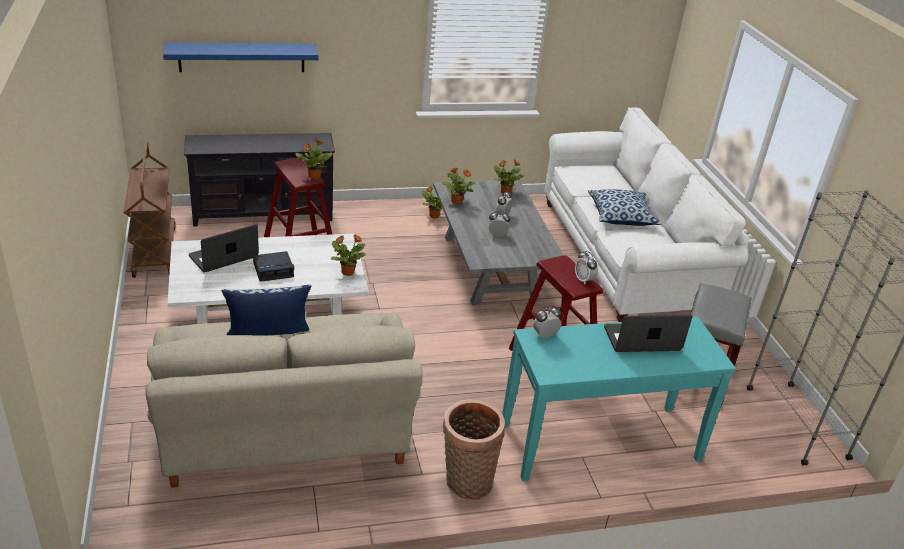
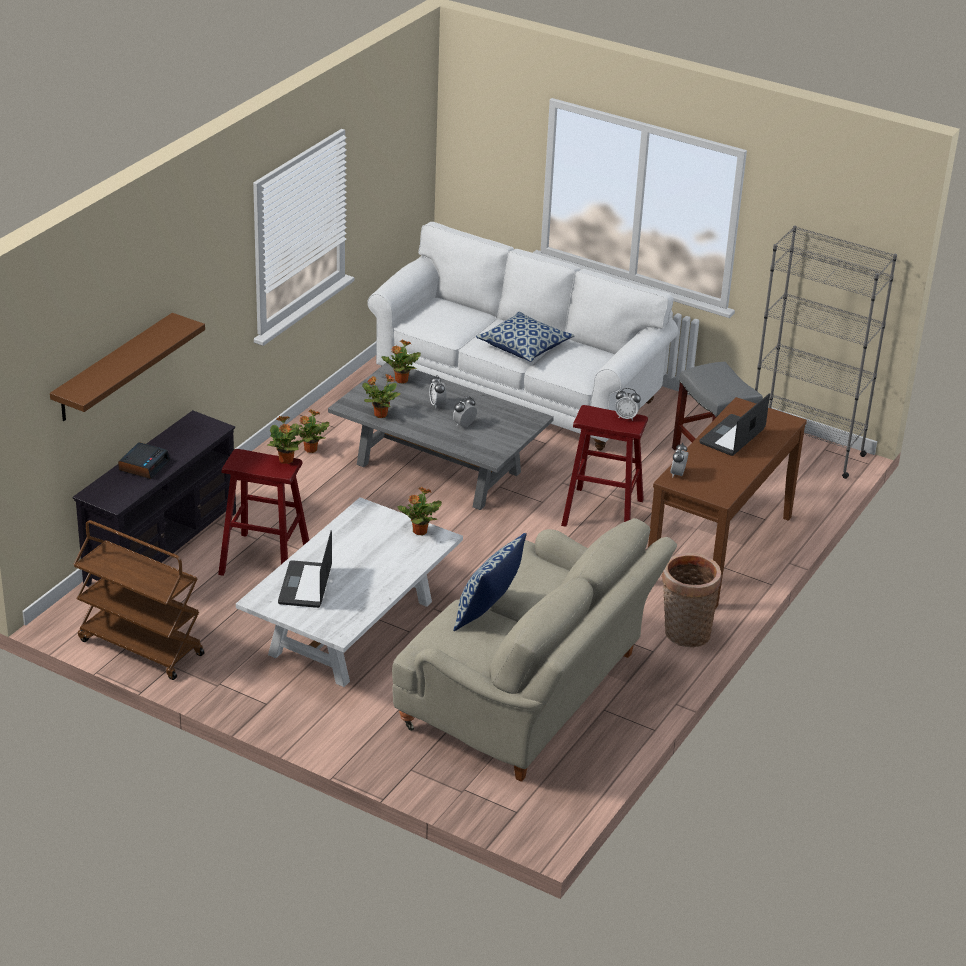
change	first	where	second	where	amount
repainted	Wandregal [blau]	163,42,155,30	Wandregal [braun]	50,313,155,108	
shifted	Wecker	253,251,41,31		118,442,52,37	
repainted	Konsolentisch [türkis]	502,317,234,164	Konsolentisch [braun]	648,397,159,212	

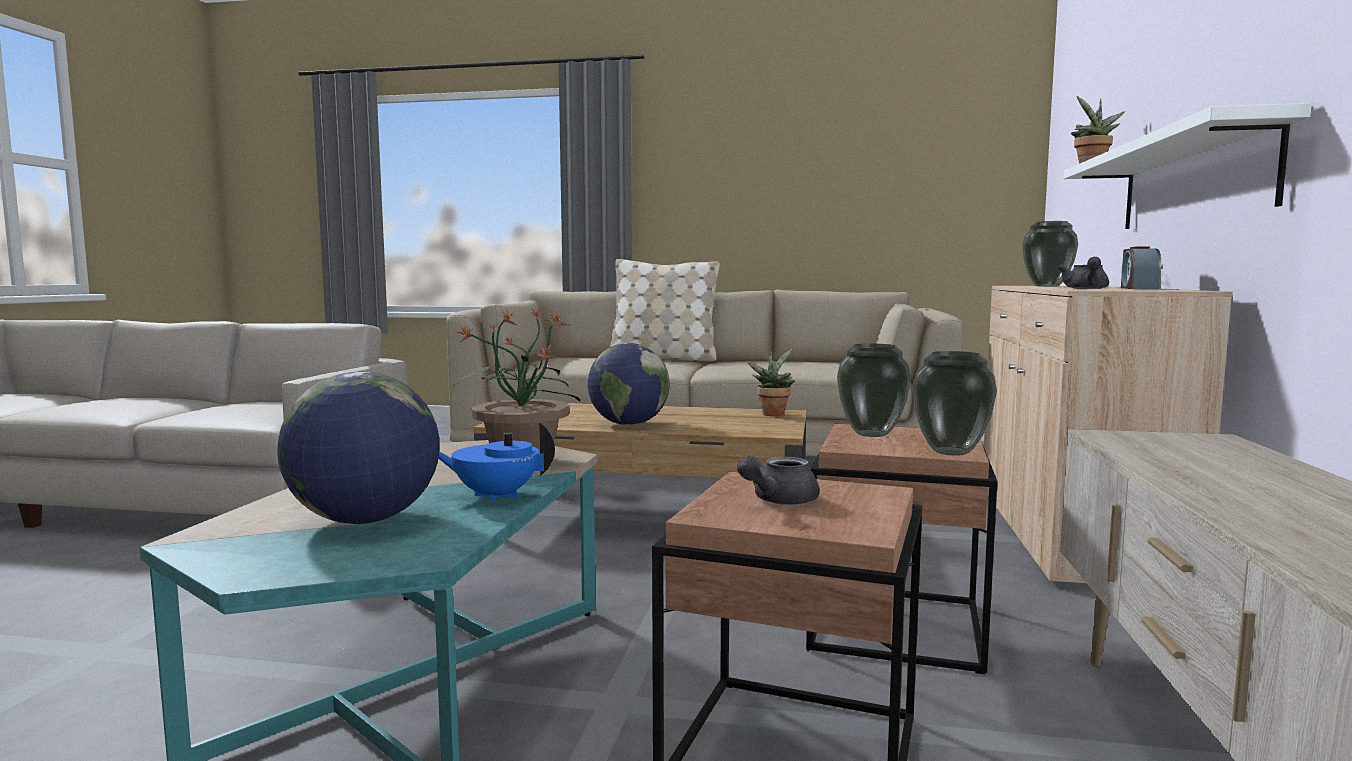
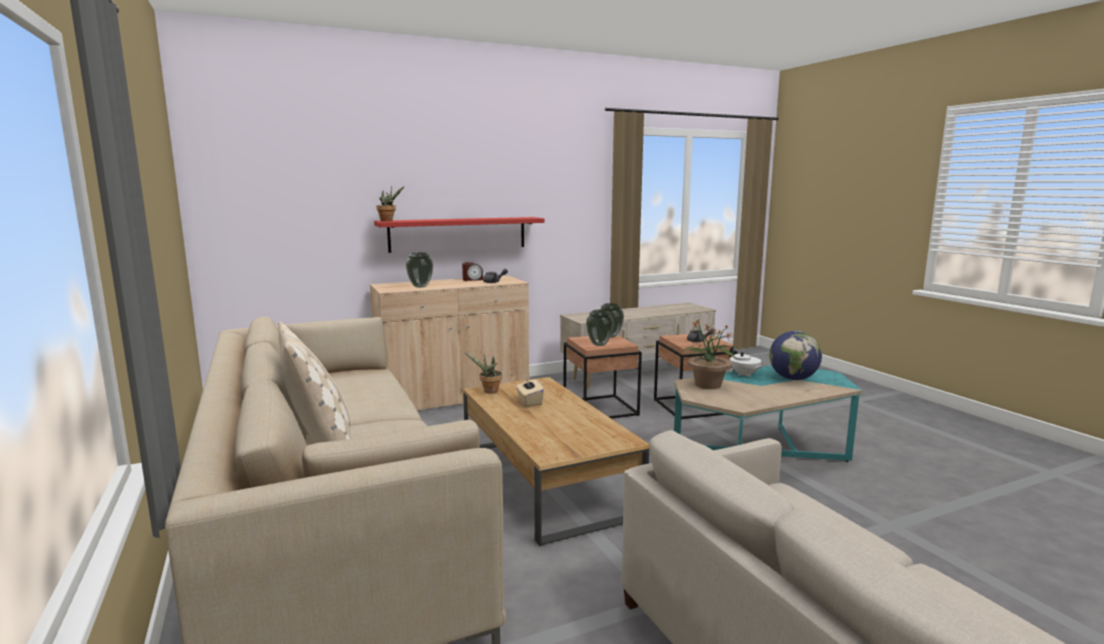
change	first	where	second	where	amount
repainted	Wandregal [weiß]	1063,103,249,126	Wandregal [rot]	374,217,171,36	
gone	Globus	588,343,82,82			
repainted	Teekanne [blau]	438,423,117,79	Teekanne [weiß]	729,346,36,31	
new			Taschentuchbox [beige]	516,378,28,29	

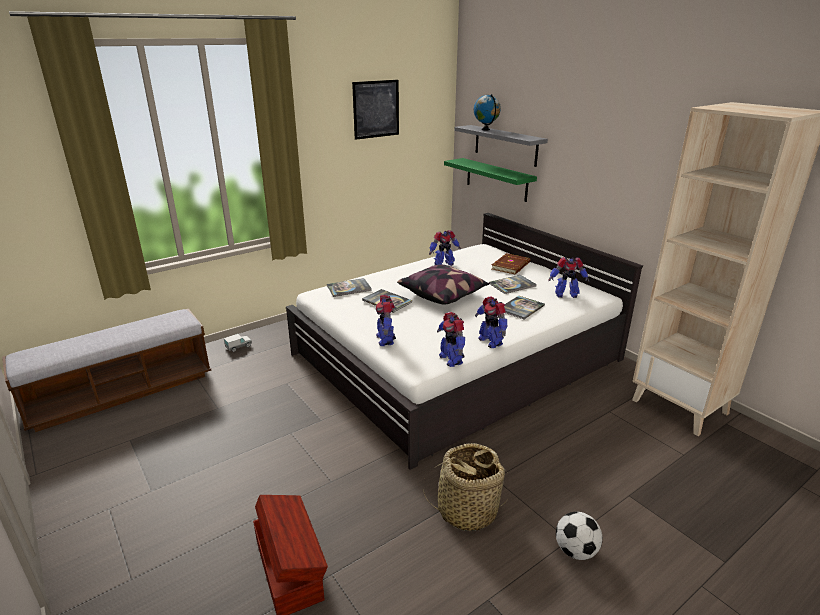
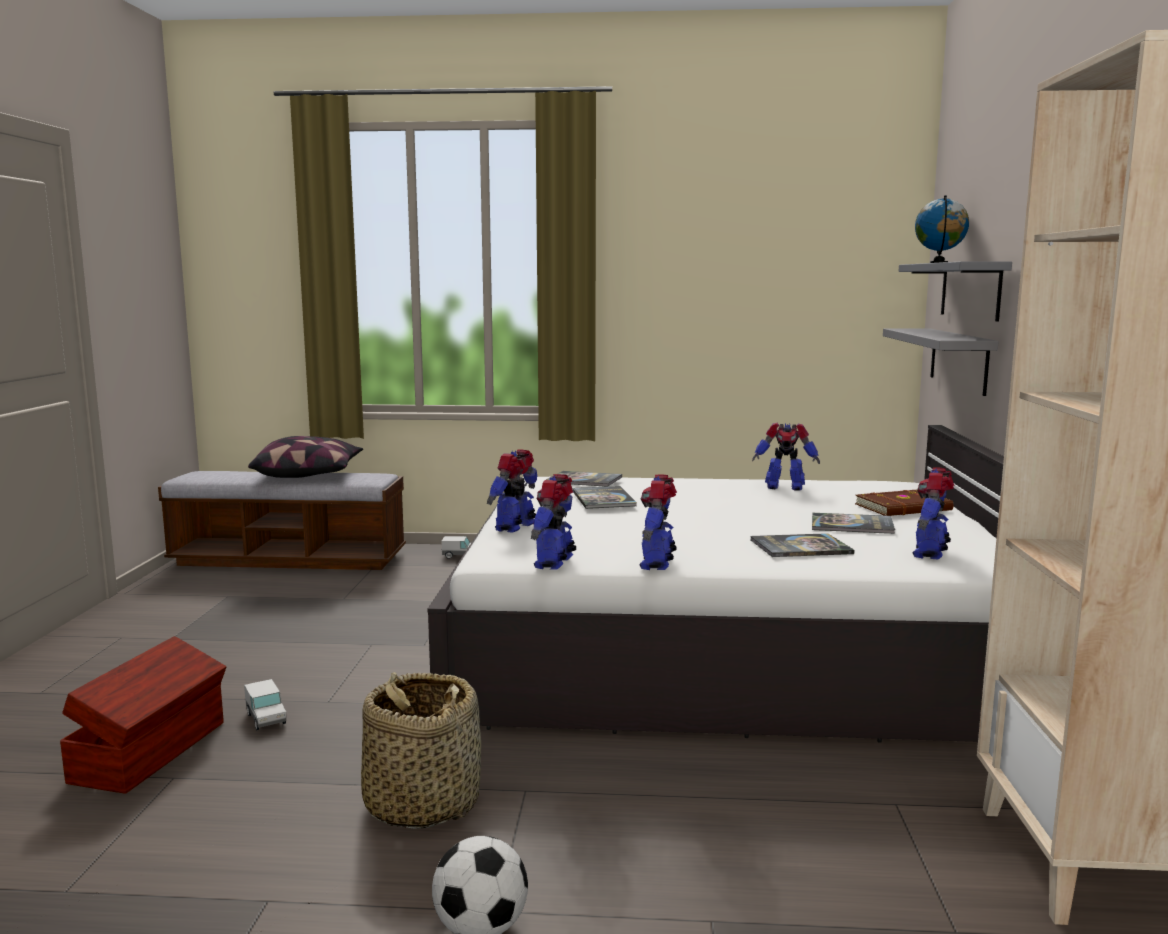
change	first	where	second	where	amount
gone	Bild	352,80,47,60			
repainted	Wandregal [grün]	444,158,93,44	Wandregal [grau]	883,328,116,68	
rotated	Spielzeugroboter	548,257,41,41		912,468,43,91	75 degrees clockwise
shifted	Kissen	397,264,93,41		248,436,115,42	
new			Spielzeuglaster	244,679,42,51	

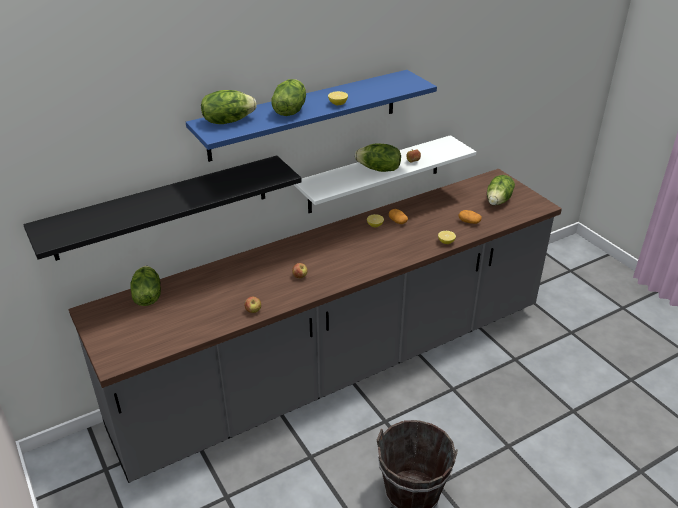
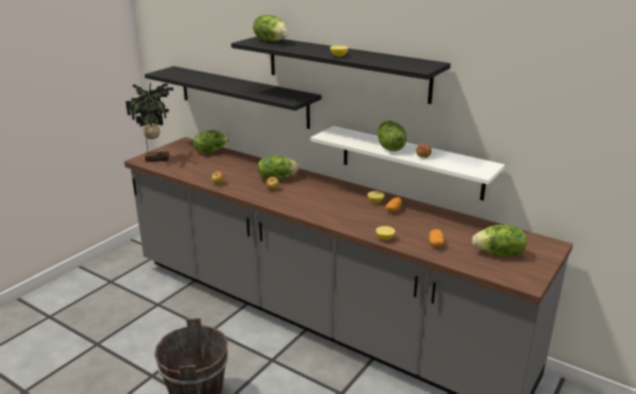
change	first	where	second	where	amount
repainted	Wandregal [blau]	186,70,251,92	Wandregal [schwarz]	231,37,220,67	
shifted	Salatkopf	271,79,35,37		258,156,41,24	
new			Topfpflanze	126,83,48,79	

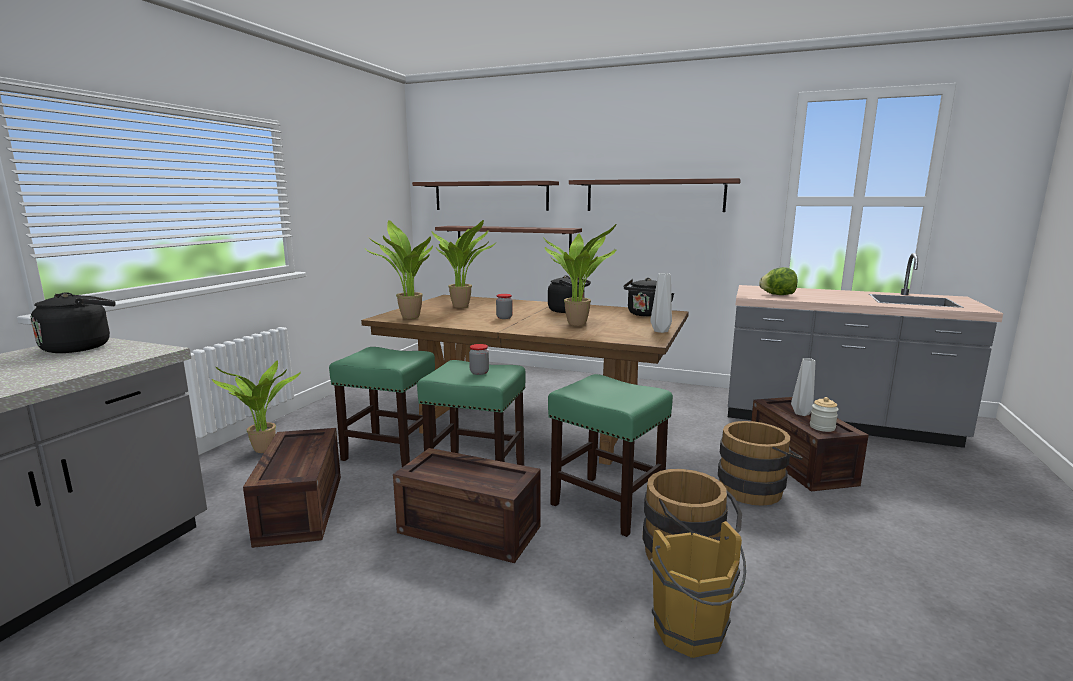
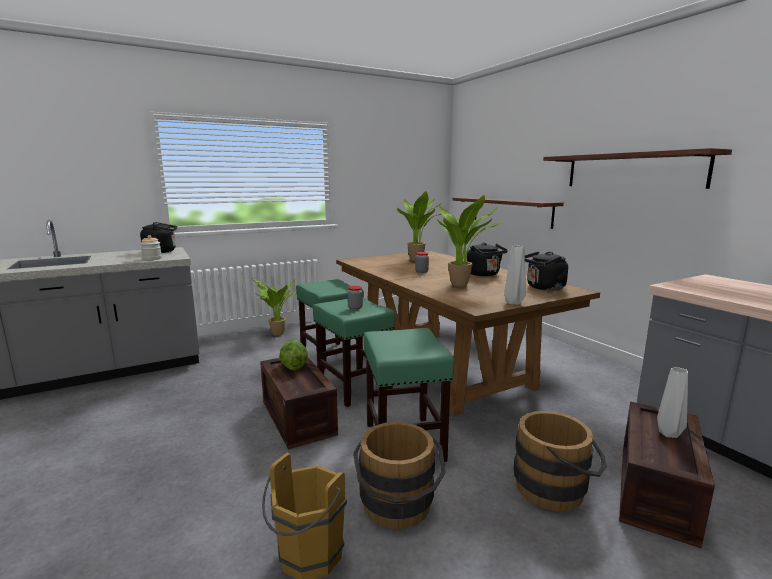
change	first	where	second	where	amount
gone	Wandregal	412,181,147,30			
gone	Topfpflanze	366,220,67,99			
shifted	Salatkopf	759,267,38,28		279,340,29,30	
shifted	Vorratsglas	810,397,29,35		140,235,22,25	
gone	Kiste	243,428,98,120			

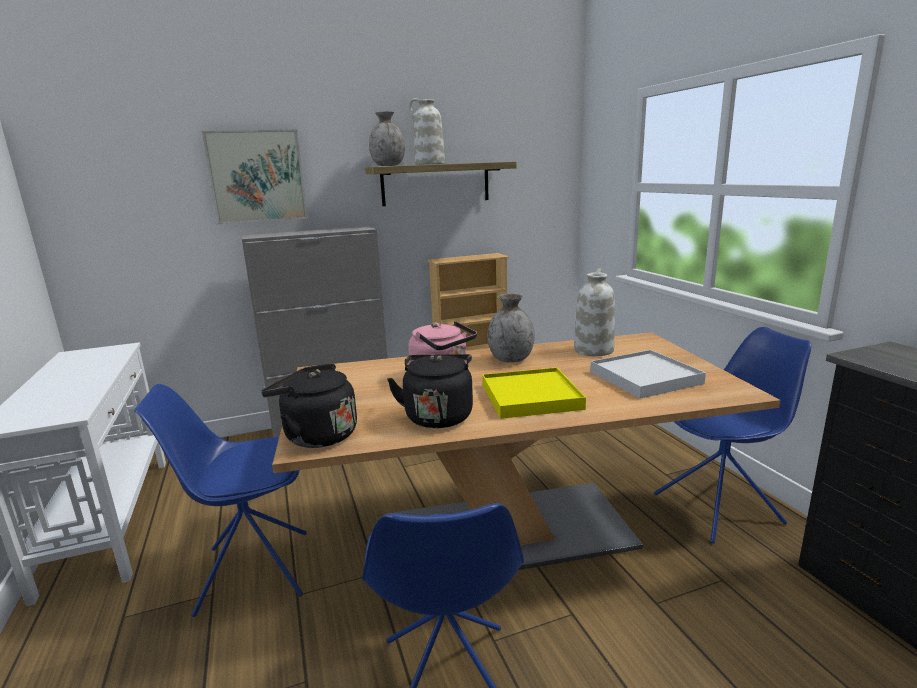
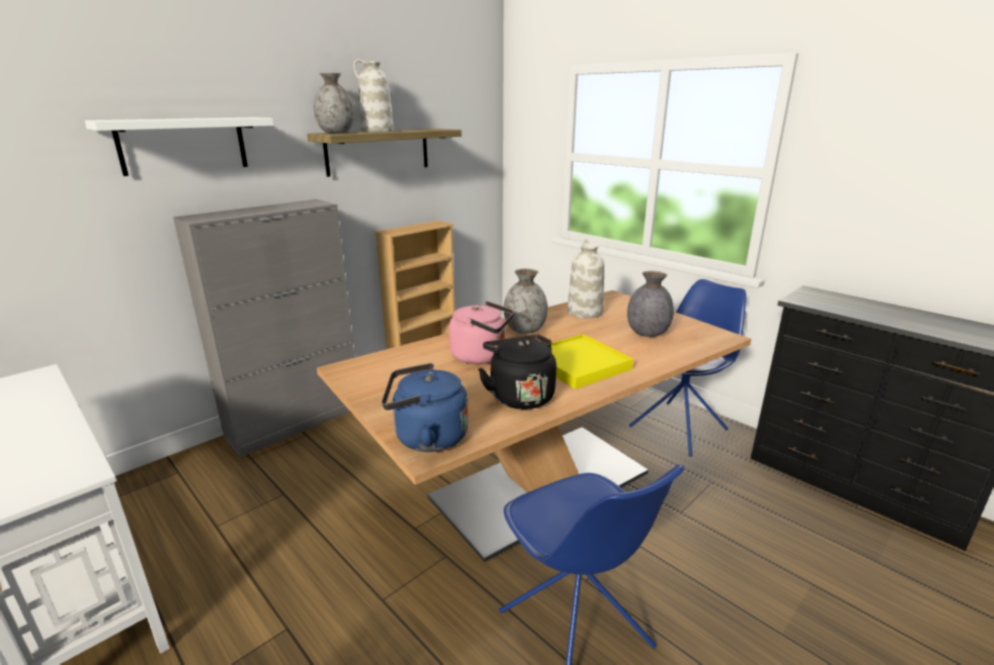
change	first	where	second	where	amount
swapped	Bild	202,130,106,94	Wandregal [weiß]	85,117,189,59	
swapped	Tablett [weiß]	590,350,116,49	Vase [grau]	627,271,47,66	
repainted	Wasserkessel [schwarz]	261,364,96,84	Wasserkessel [blau]	382,363,86,89	
gone	Stuhl [blau]	134,384,173,233			

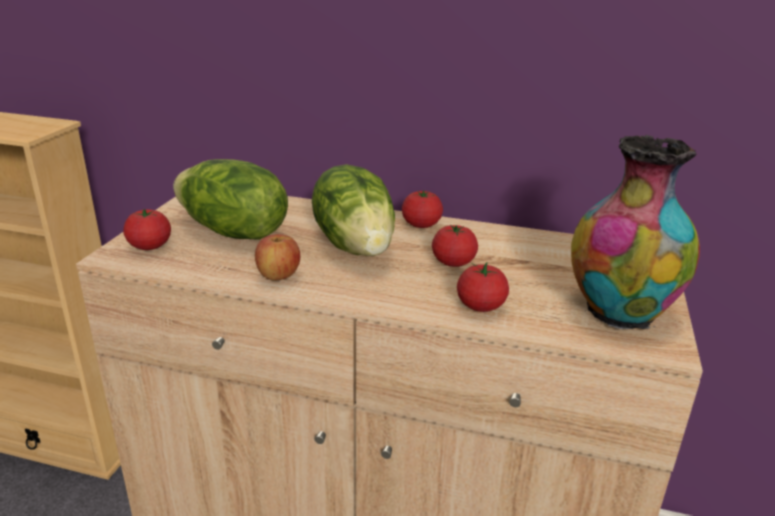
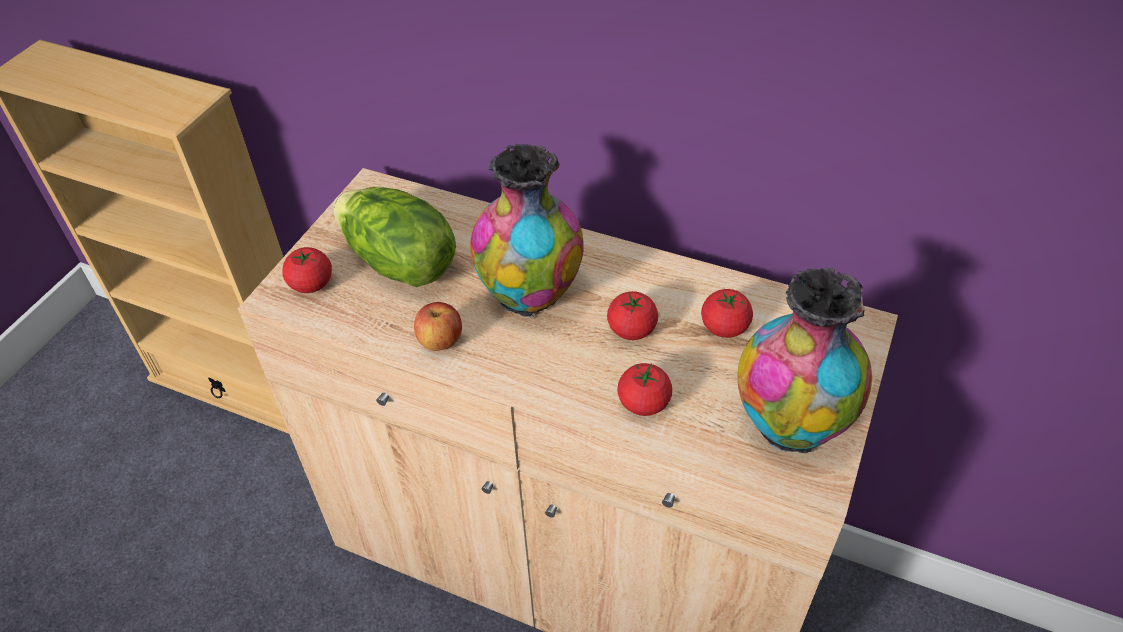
change	first	where	second	where	amount
swapped	Salatkopf	312,164,83,92	Vase	470,144,114,173	
shifted	Tomate	402,190,41,38		701,289,52,49	

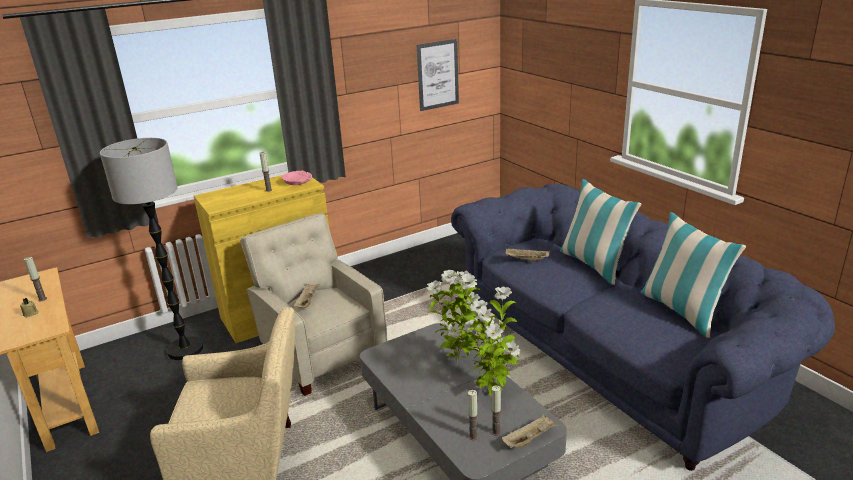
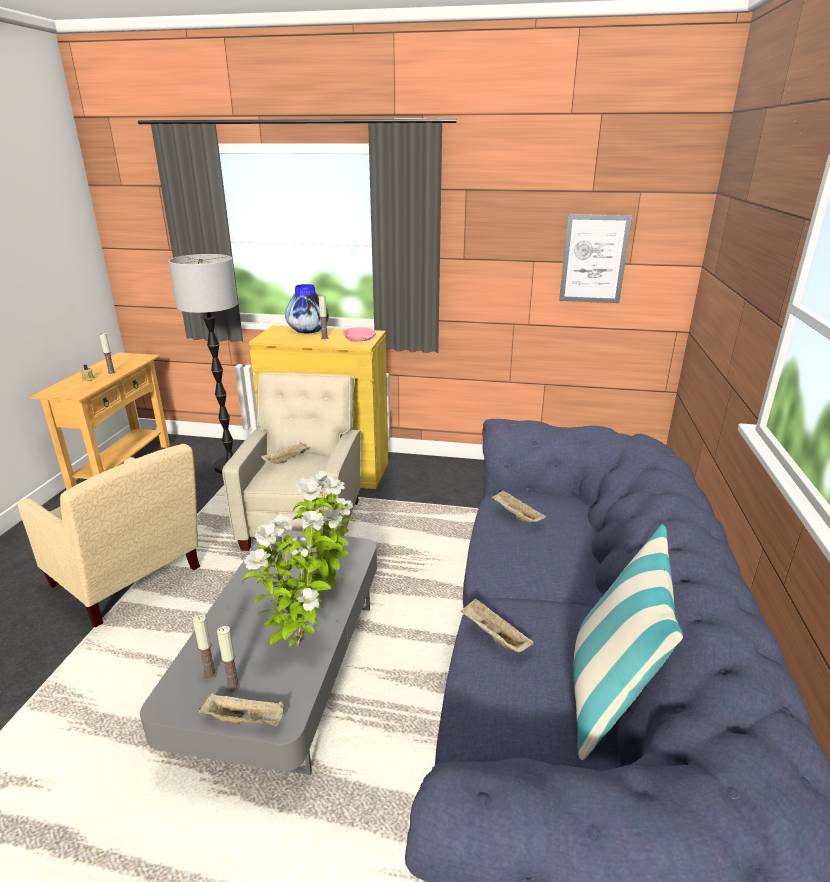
change	first	where	second	where	amount
gone	Kissen	560,179,81,106			
new			Vase	285,284,44,49	
new			Tablett [beige]	461,598,73,55	

